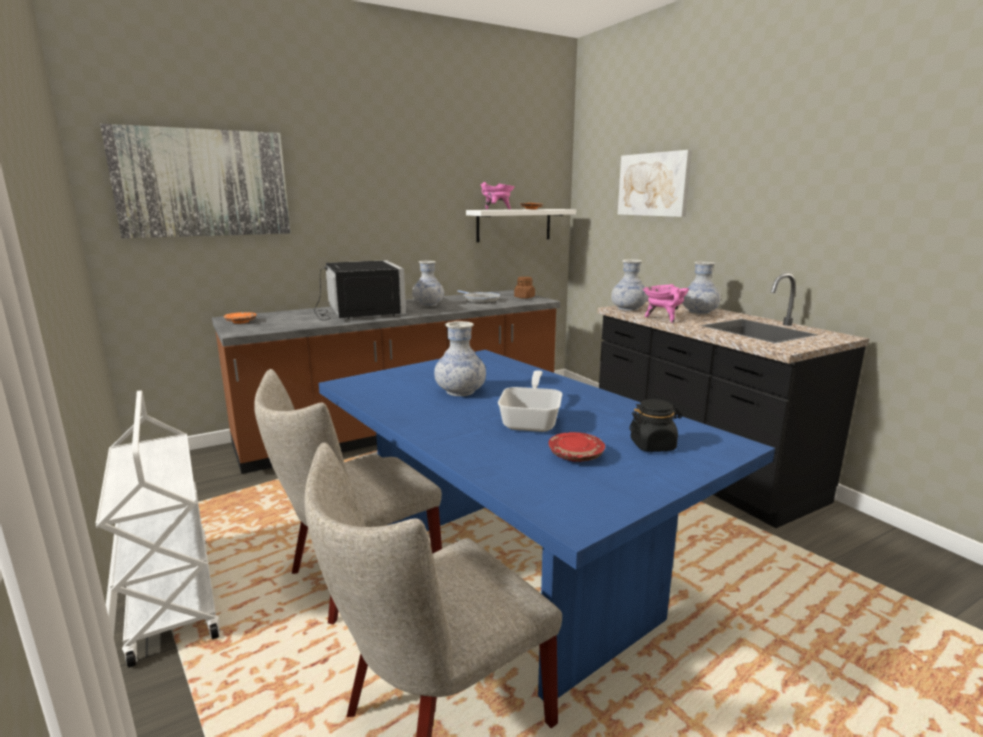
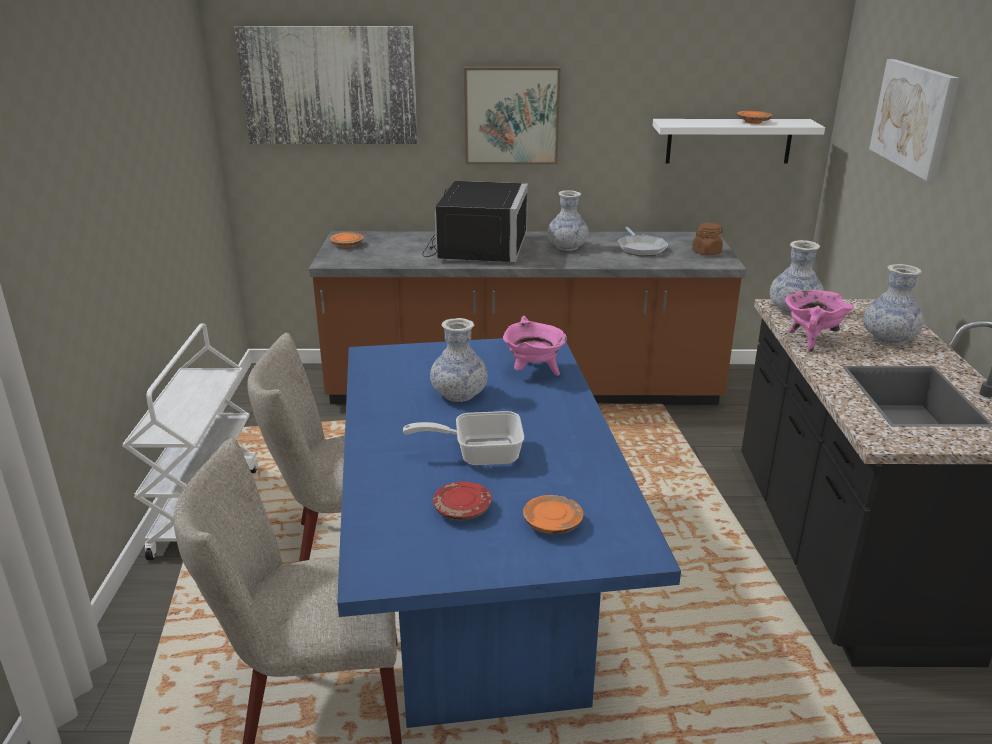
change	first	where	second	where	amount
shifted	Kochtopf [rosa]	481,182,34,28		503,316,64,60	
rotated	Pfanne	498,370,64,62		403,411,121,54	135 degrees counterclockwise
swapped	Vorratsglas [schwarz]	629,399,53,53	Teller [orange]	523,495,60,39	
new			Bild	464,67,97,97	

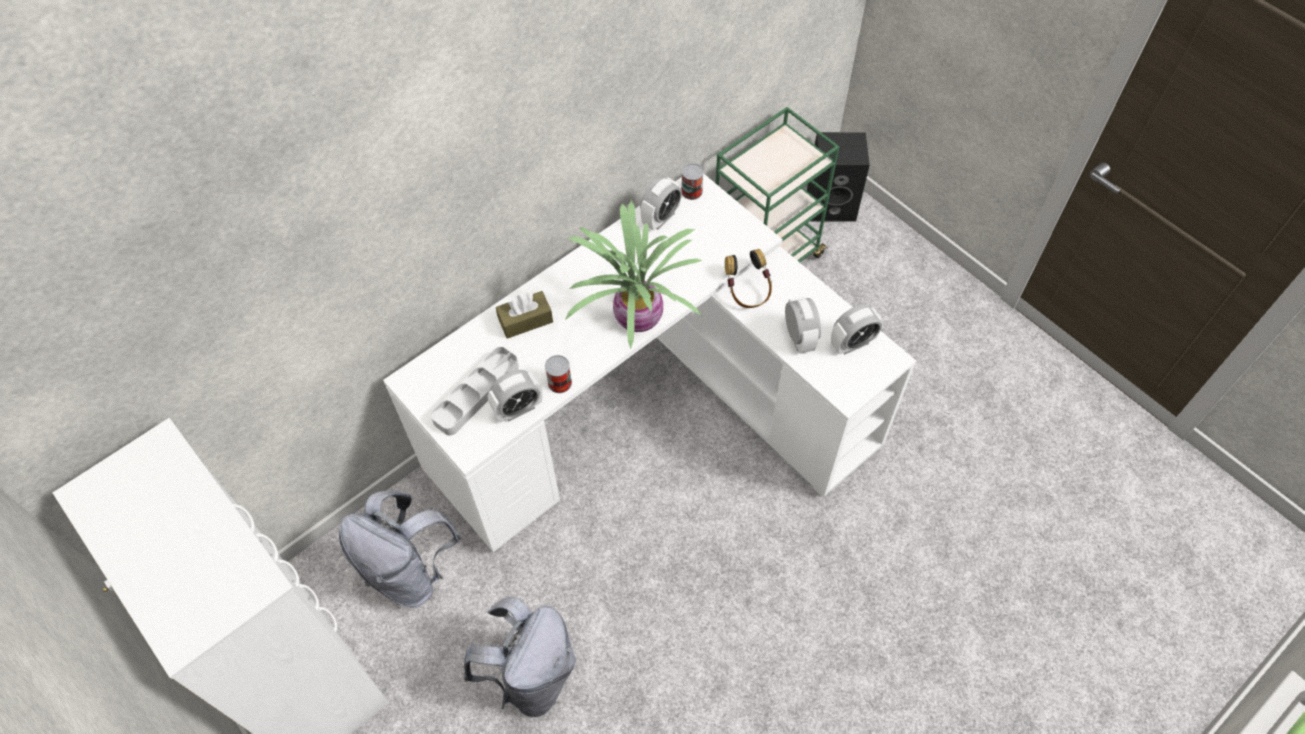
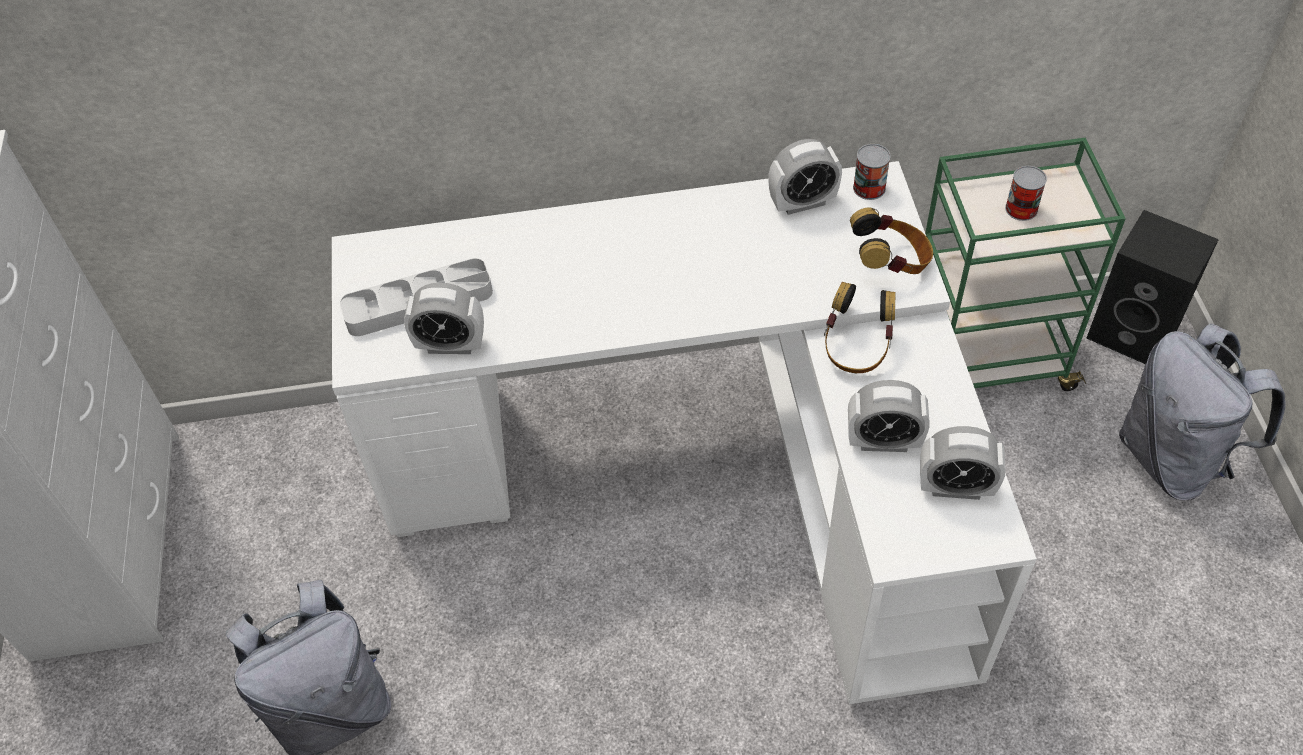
change	first	where	second	where	amount
gone	Topfpflanze	565,200,138,149			
gone	Taschentuchbox [braun]	496,291,57,48			
rotated	Wecker	785,296,36,58		848,380,82,72	75 degrees clockwise
shifted	Dose	545,355,27,38		1005,166,42,55	
shifted	Rucksack [grau]	339,491,122,117		1119,324,167,176	
new			Kopfhörer	850,207,83,67	

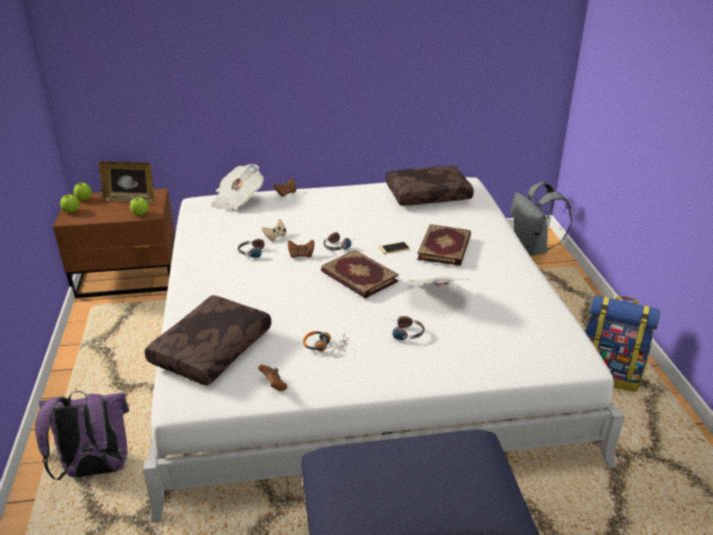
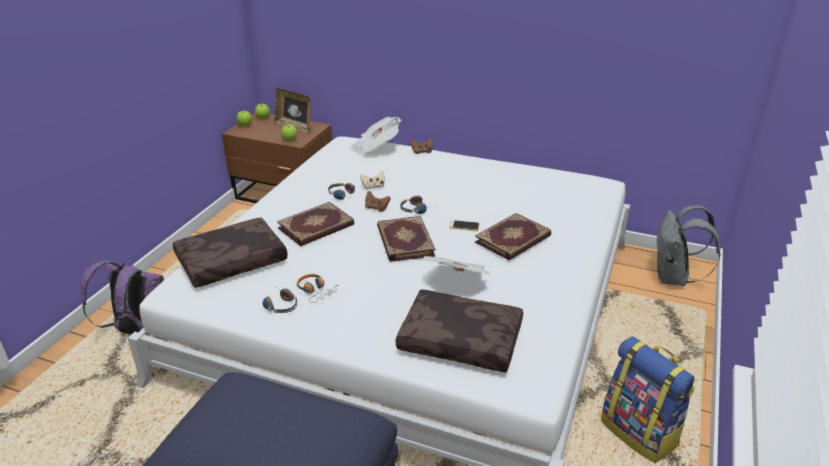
change	first	where	second	where	amount
shifted	Kissen [braun]	386,166,88,40		396,289,127,83	
shifted	Kopfhörer	392,316,33,24		262,286,35,27	
gone	Gamepad [braun]	258,365,29,26			
new			Buch	277,202,77,44	

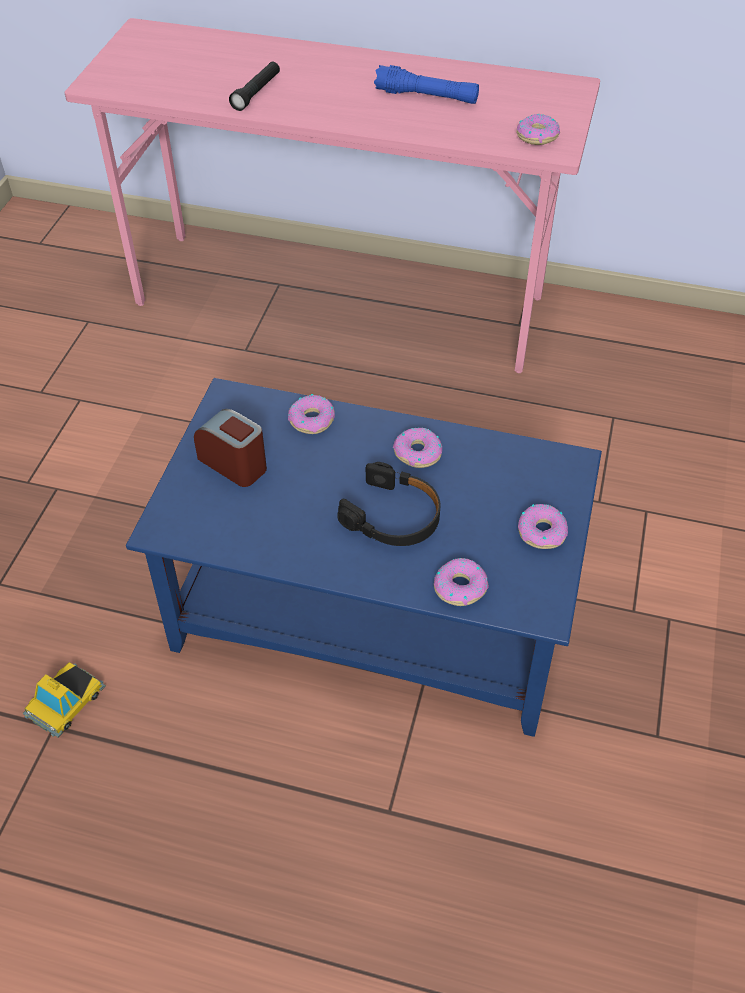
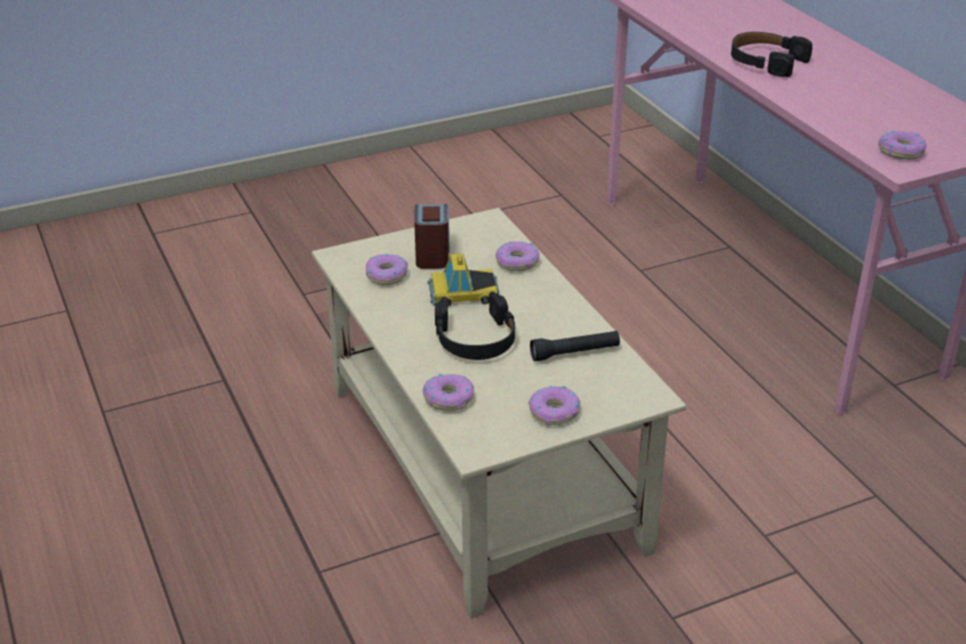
change	first	where	second	where	amount
shifted	Taschenlampe [schwarz]	229,62,51,49		530,331,90,31	
gone	Taschenlampe [blau]	374,65,105,39			
repainted	Couchtisch [blau]	126,378,476,359	Couchtisch [beige]	312,208,374,410	
shifted	Donut	393,428,49,40		366,254,42,31	
shifted	Spielzeugauto	23,662,83,76		427,254,74,52	
new			Kopfhörer [schwarz]	731,32,81,45	

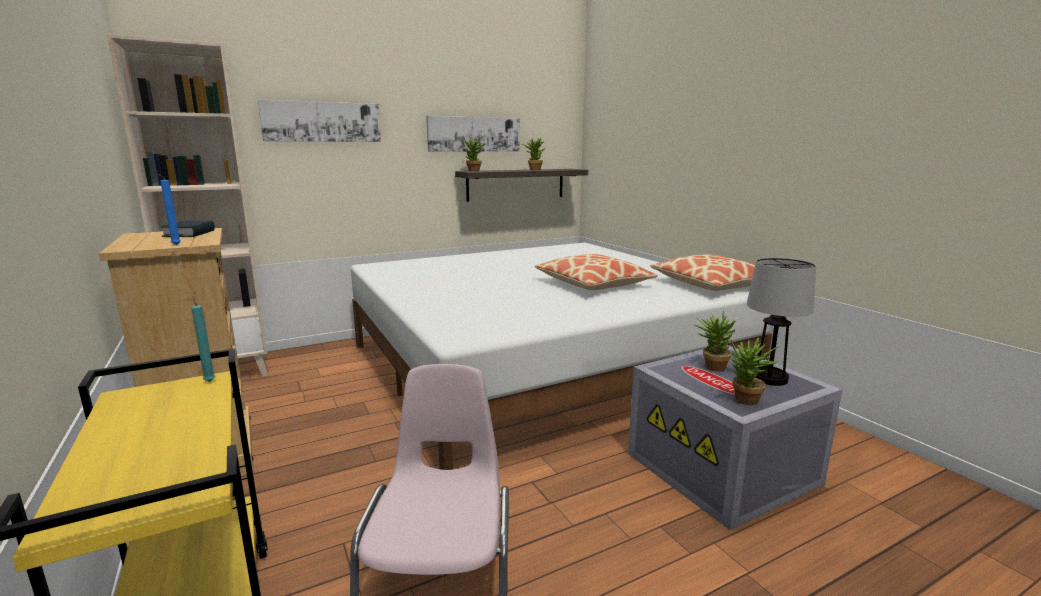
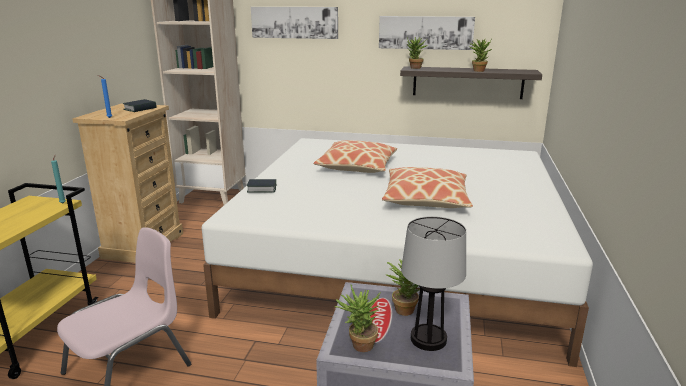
change	first	where	second	where	amount
shifted	Kissen	650,254,105,37		314,140,83,33	
new			Buch	247,179,29,14	

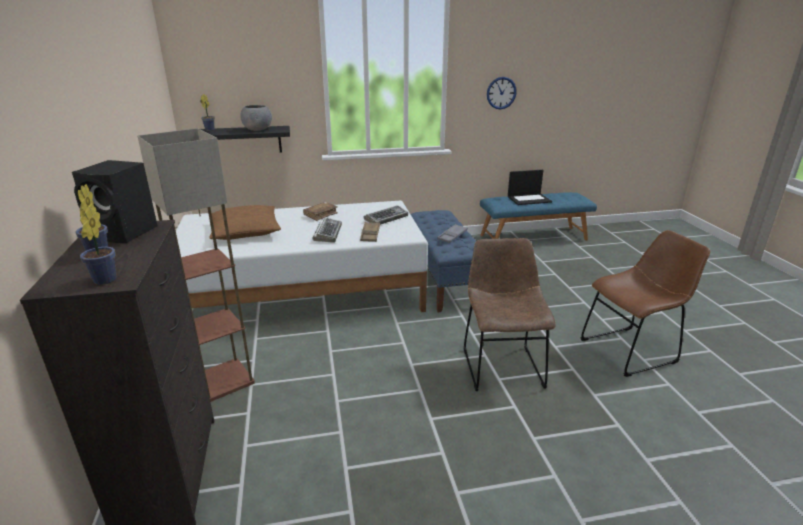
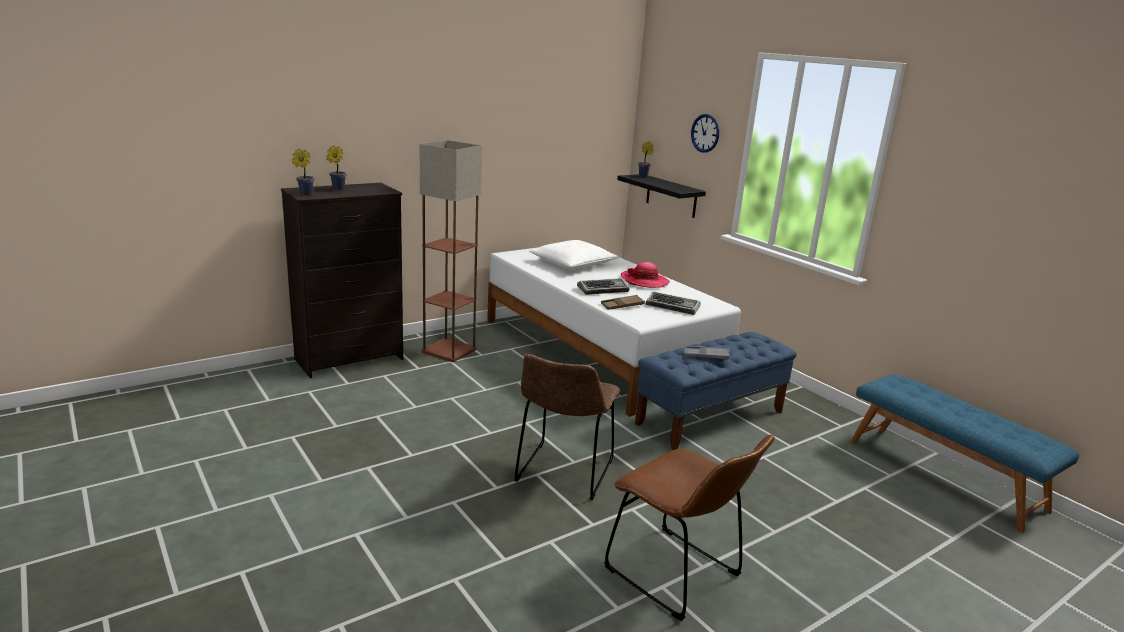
change	first	where	second	where	amount
shifted	Wanduhr	487,77,30,32		691,114,28,39	
gone	Schüssel [grau]	240,105,32,26			
gone	Lautsprecher [schwarz]	72,160,86,83			
gone	Laptop	508,170,44,35			
swapped	Buch [braun]	303,202,35,19	Hut	621,262,49,26	
repainted	Kissen [braun]	209,205,72,35	Kissen [weiß]	529,240,90,29	
rotated	Stuhl [braun]	464,238,92,153		514,354,106,146	135 degrees clockwise

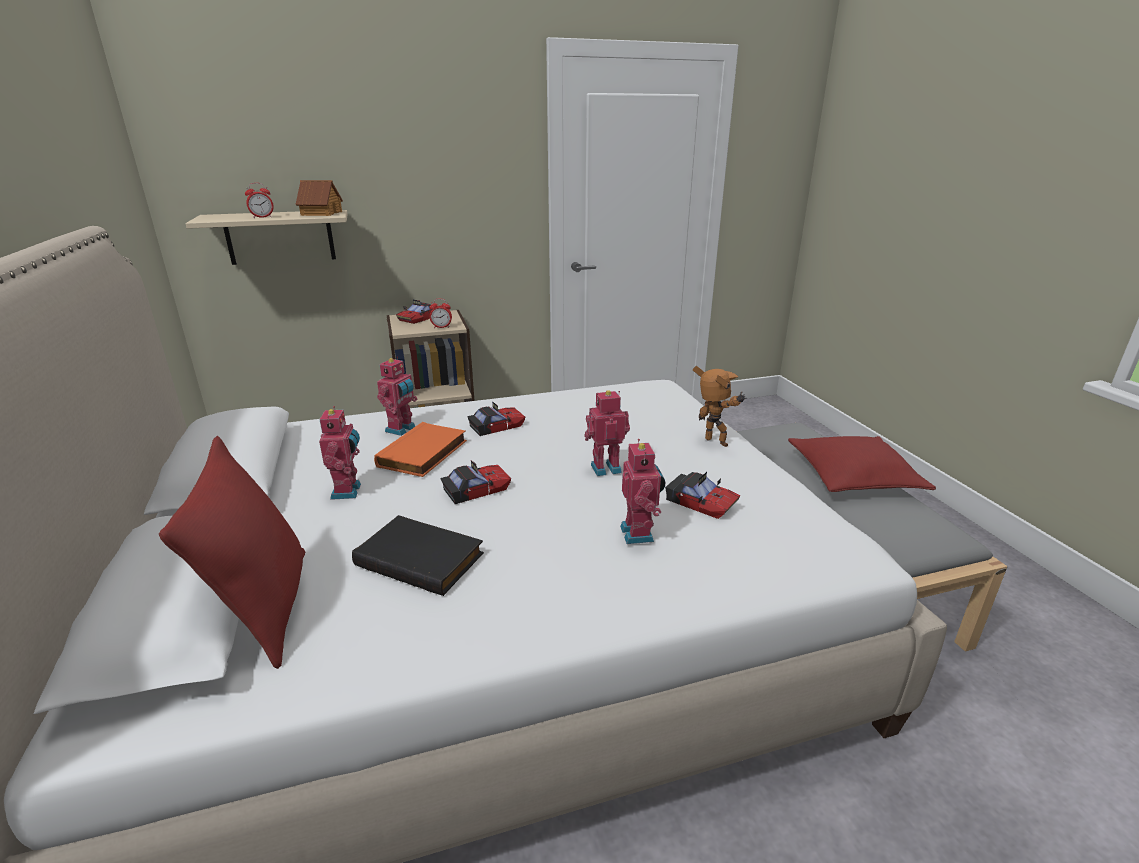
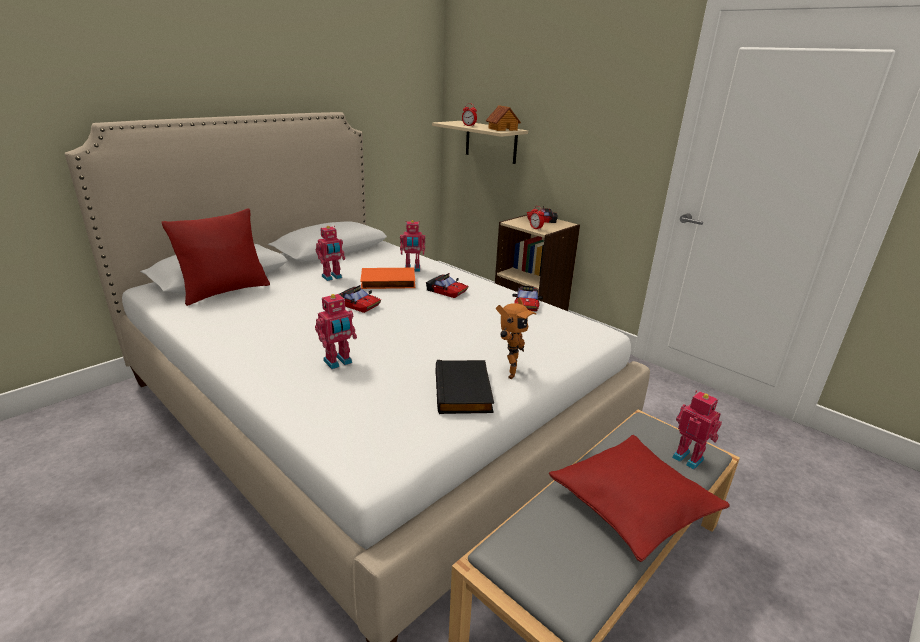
change	first	where	second	where	amount
shifted	Spielzeugroboter	585,390,45,86		672,391,50,79	
shifted	Spielzeugauto	665,472,75,47		512,286,31,26	
shifted	Buch [schwarz]	352,515,132,81		436,360,58,54	

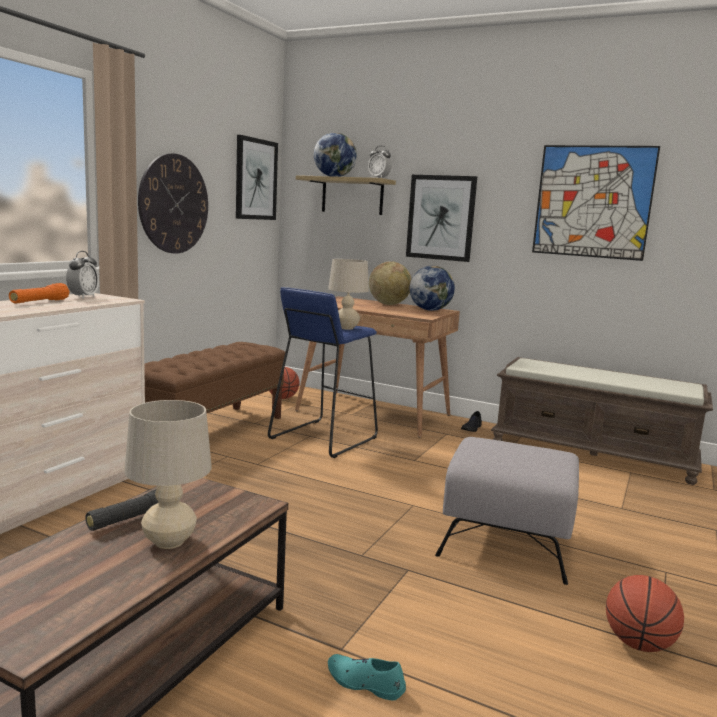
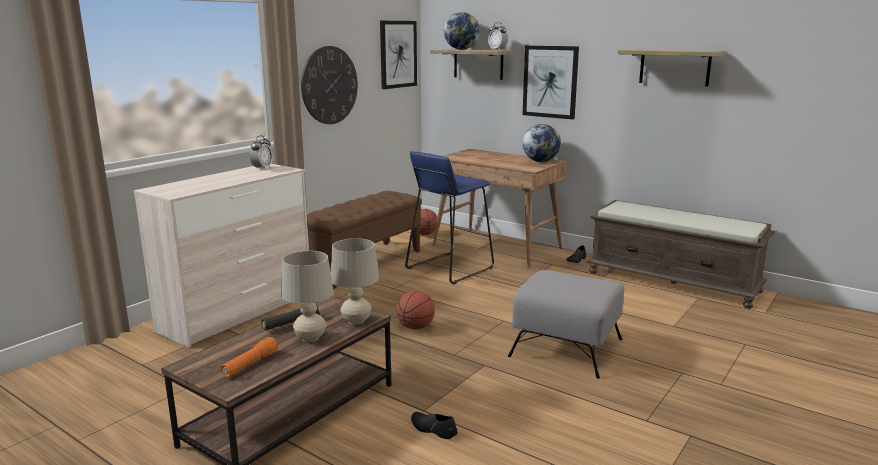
change	first	where	second	where	amount
swapped	Bild	532,145,128,116	Wandregal	618,49,108,37	
shifted	Tischlampe [beige]	328,259,41,71		331,238,48,87	
gone	Globus	369,261,43,44			
shifted	Taschenlampe [orange]	9,283,61,21		221,337,57,40	
shifted	Basketball	606,575,78,77		396,291,39,38	
repainted	Schuh [türkis]	328,654,78,46	Schuh [schwarz]	411,412,47,27	

